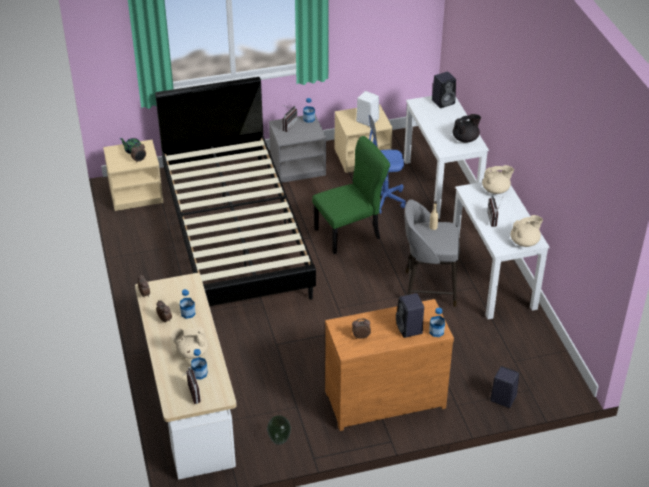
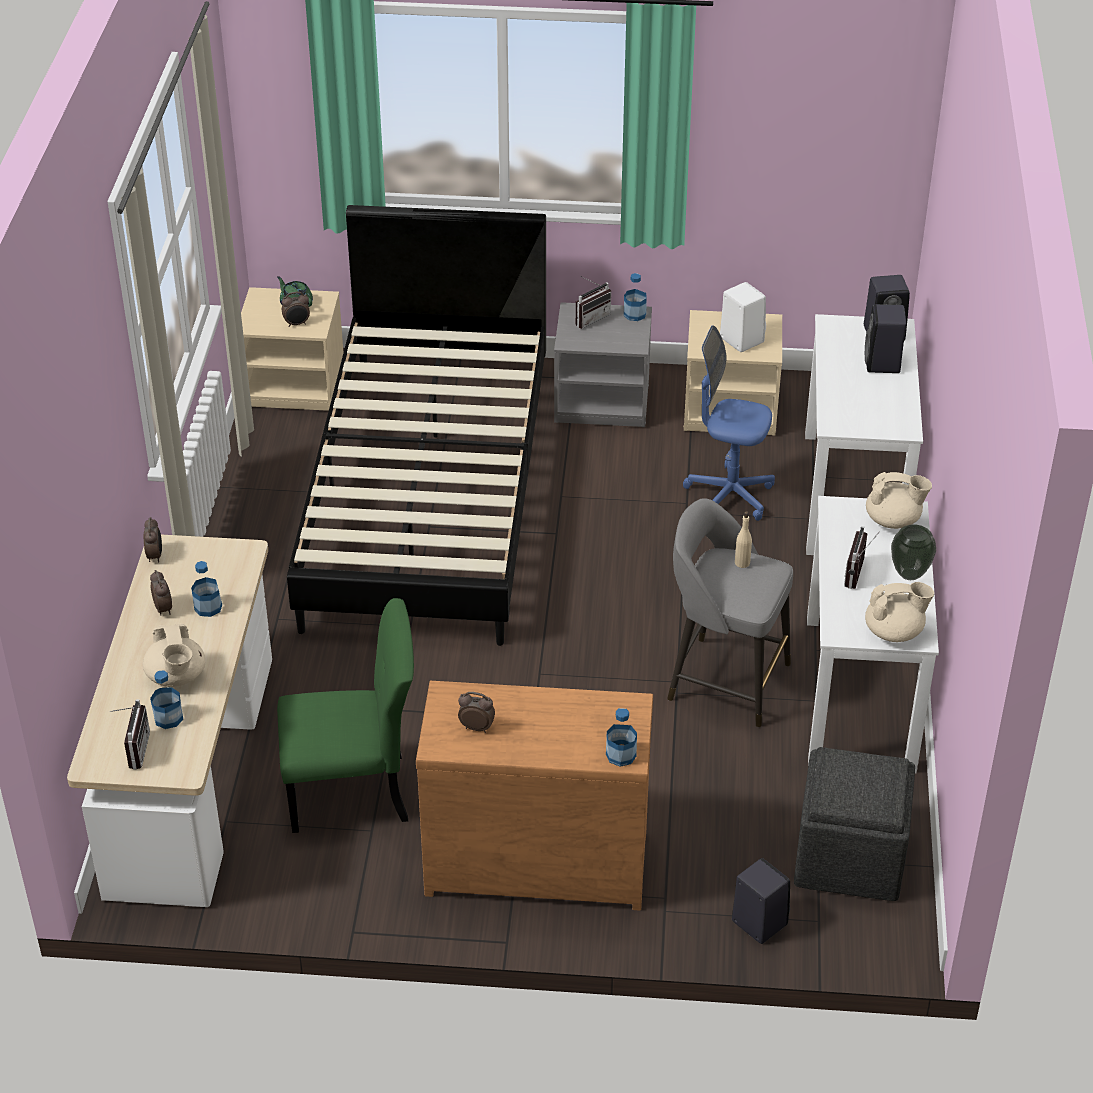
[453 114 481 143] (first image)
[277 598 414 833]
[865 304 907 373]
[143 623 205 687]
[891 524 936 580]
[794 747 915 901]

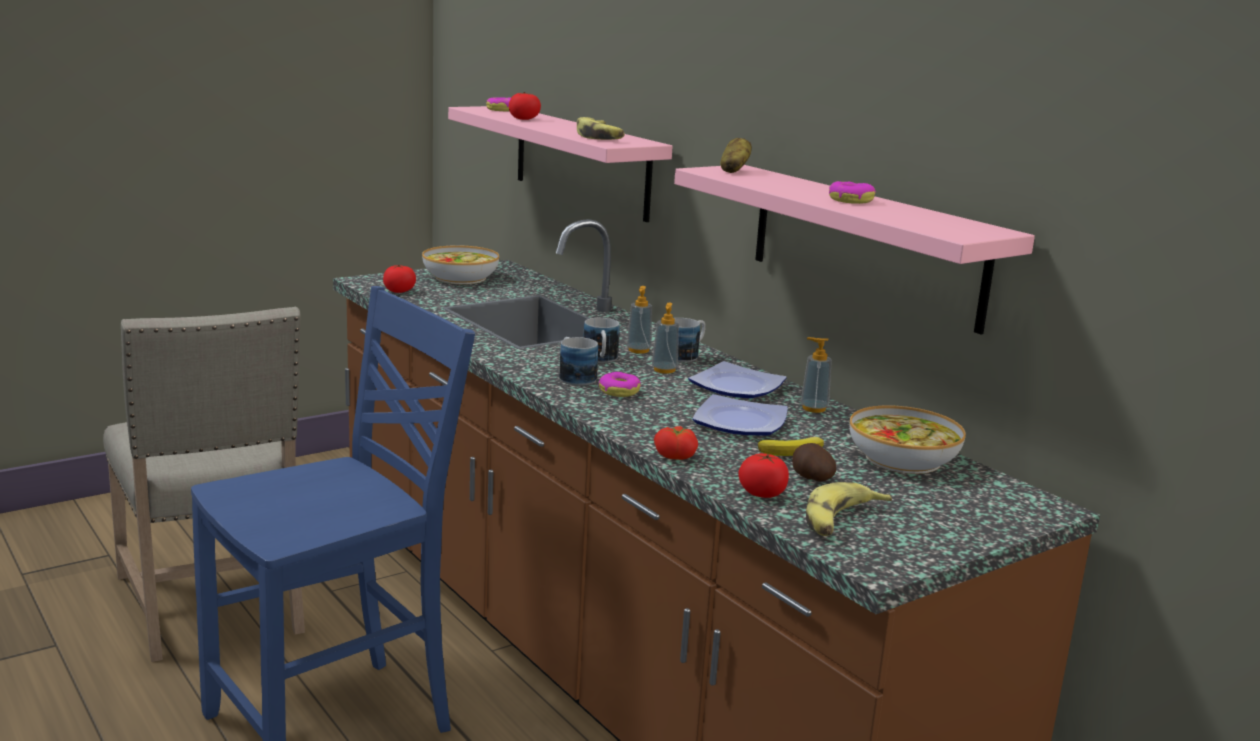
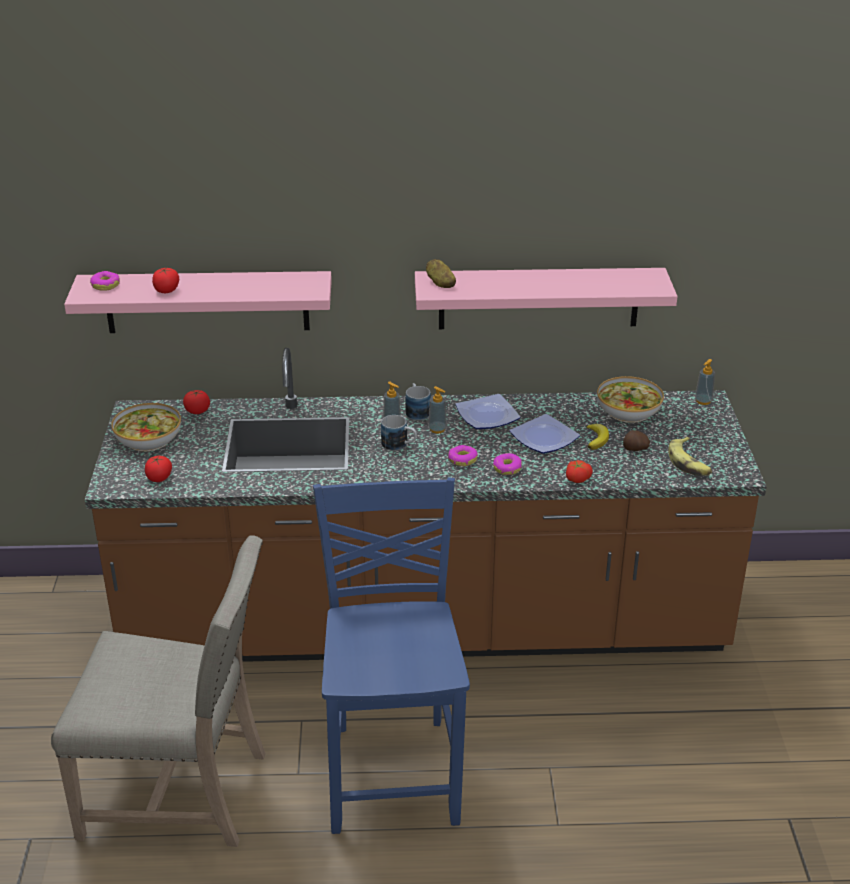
[577 117 625 140] (first image)
[493 453 522 475]
[559 337 598 386] (first image)
[695 359 715 405]
[183 390 210 414]

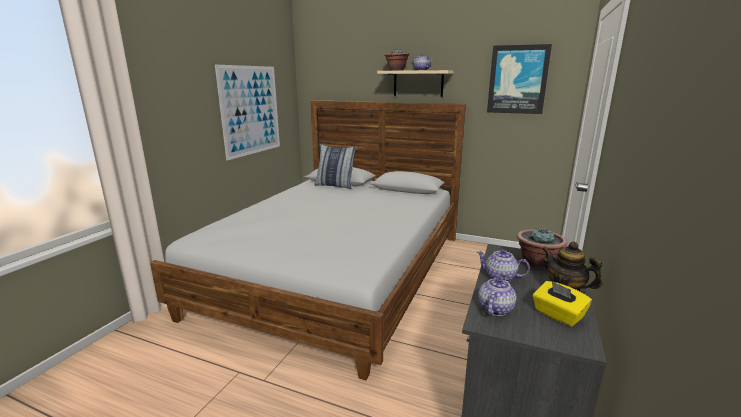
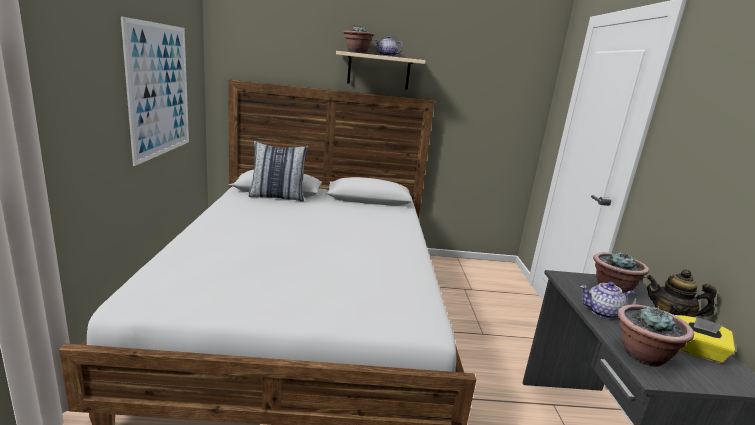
[487 44 552 114] (first image)
[618 304 694 367]

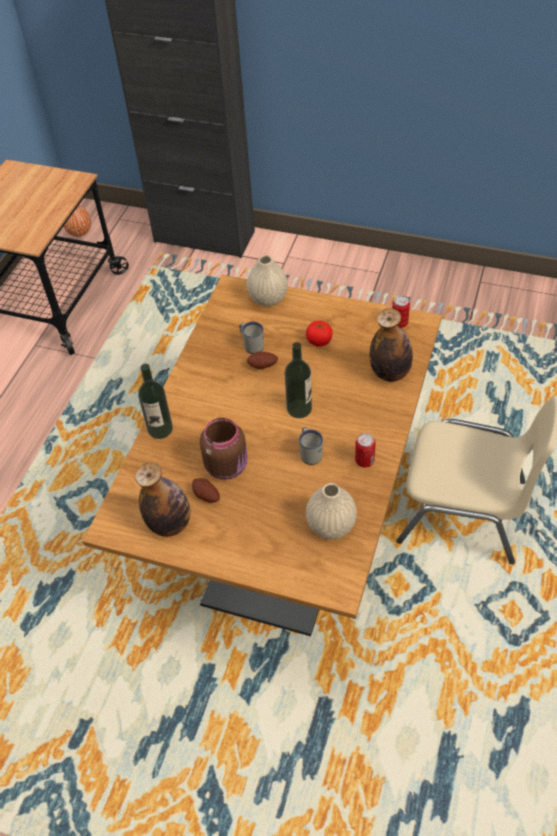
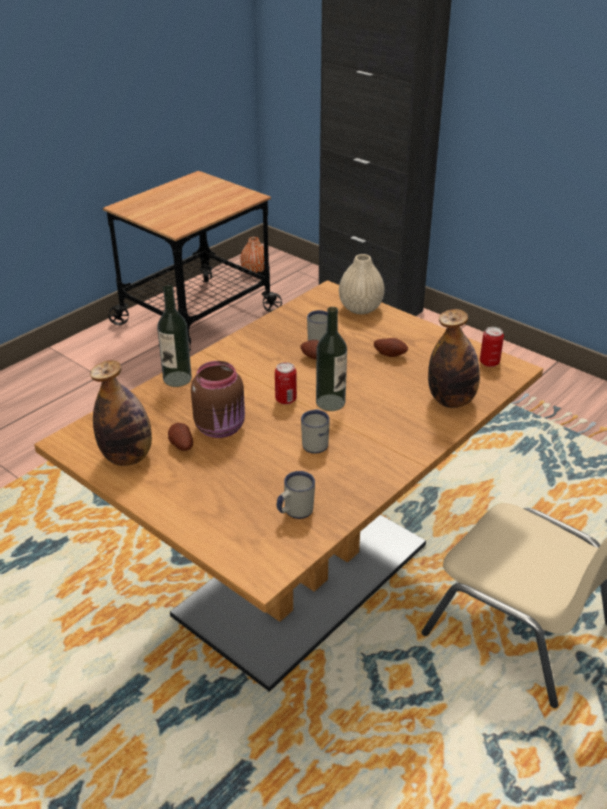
[374 338 408 357]
[275 362 297 405]
[277 471 315 519]

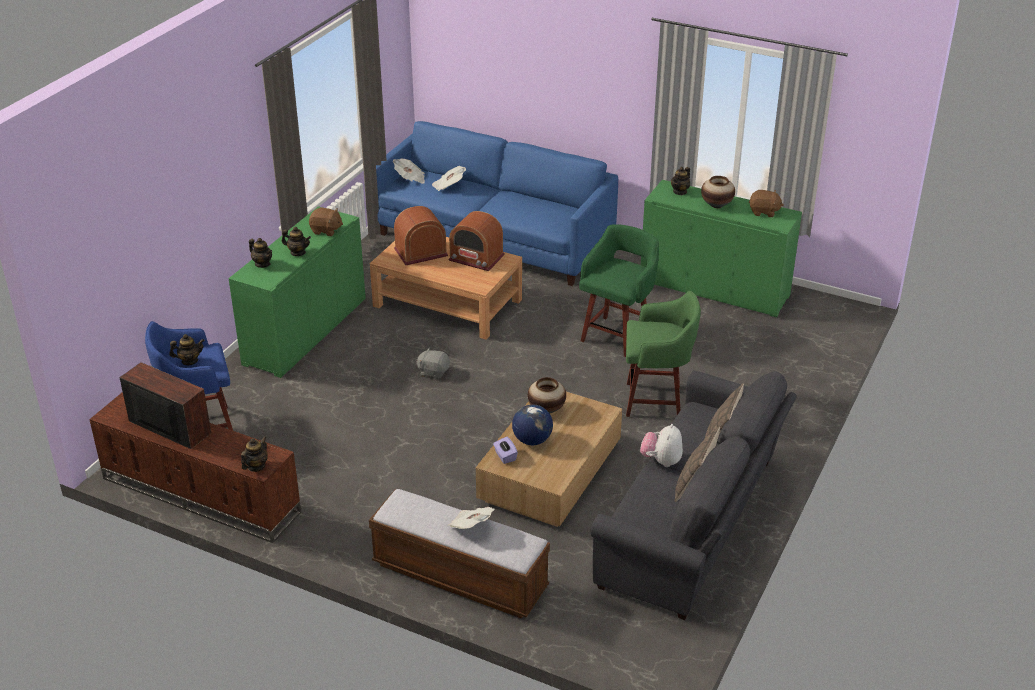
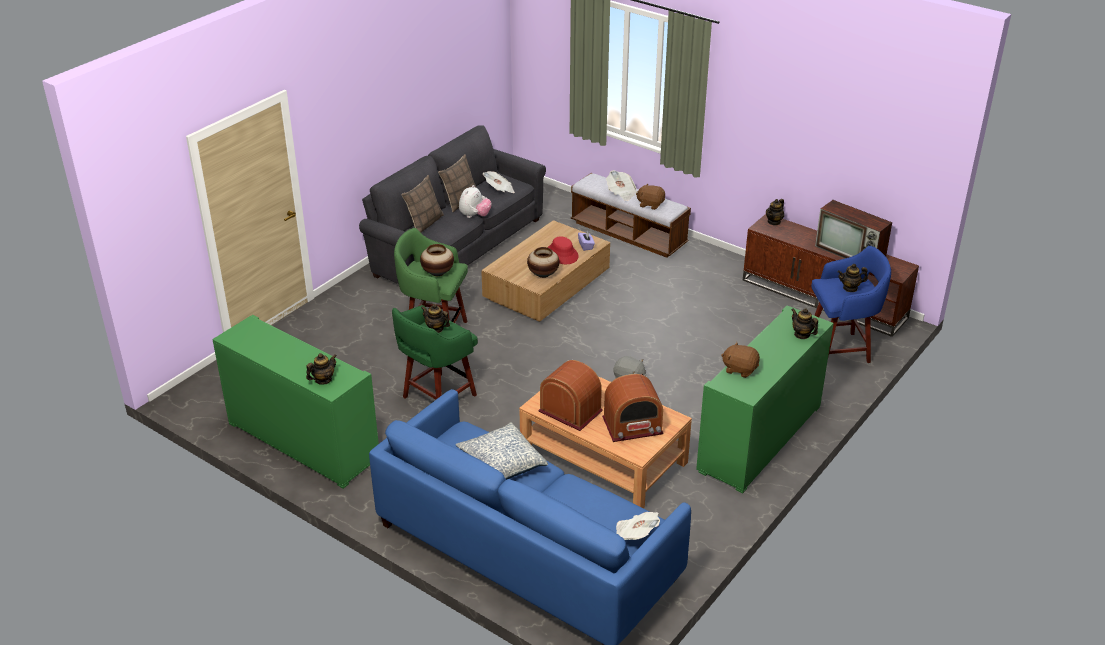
[483 171 515 193]
[420 244 454 276]
[636 183 665 210]
[421 304 450 333]
[547 236 579 264]
[455 422 548 480]

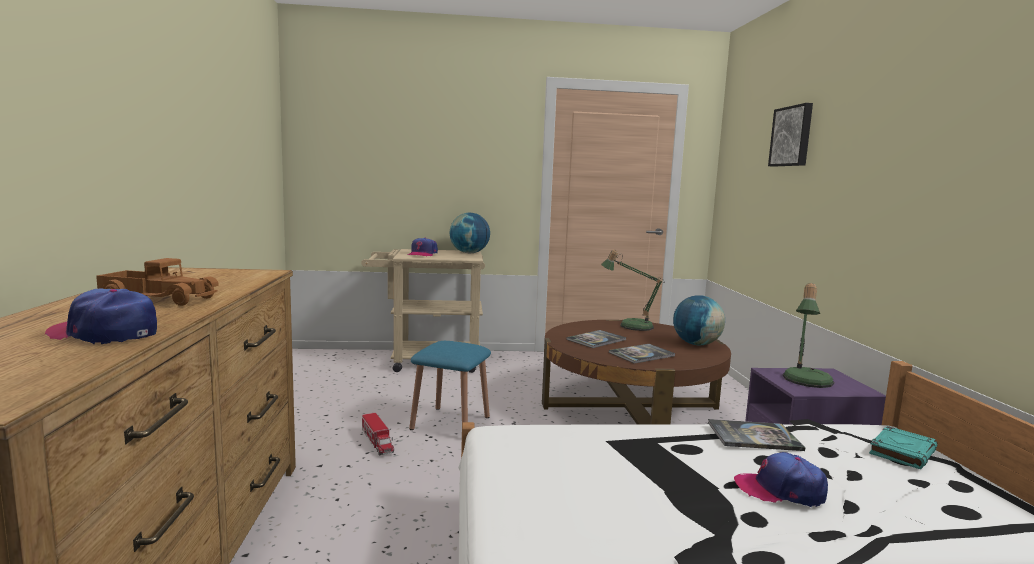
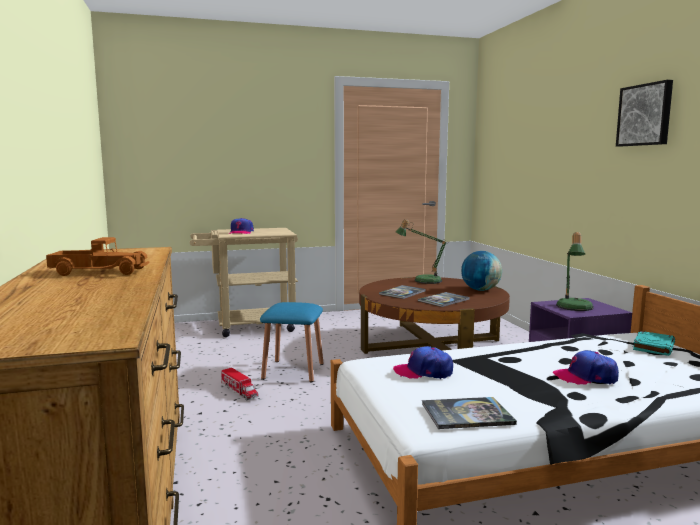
[616 80 673 146]
[450 213 490 253] (first image)
[393 346 453 379]
[422 397 517 429]

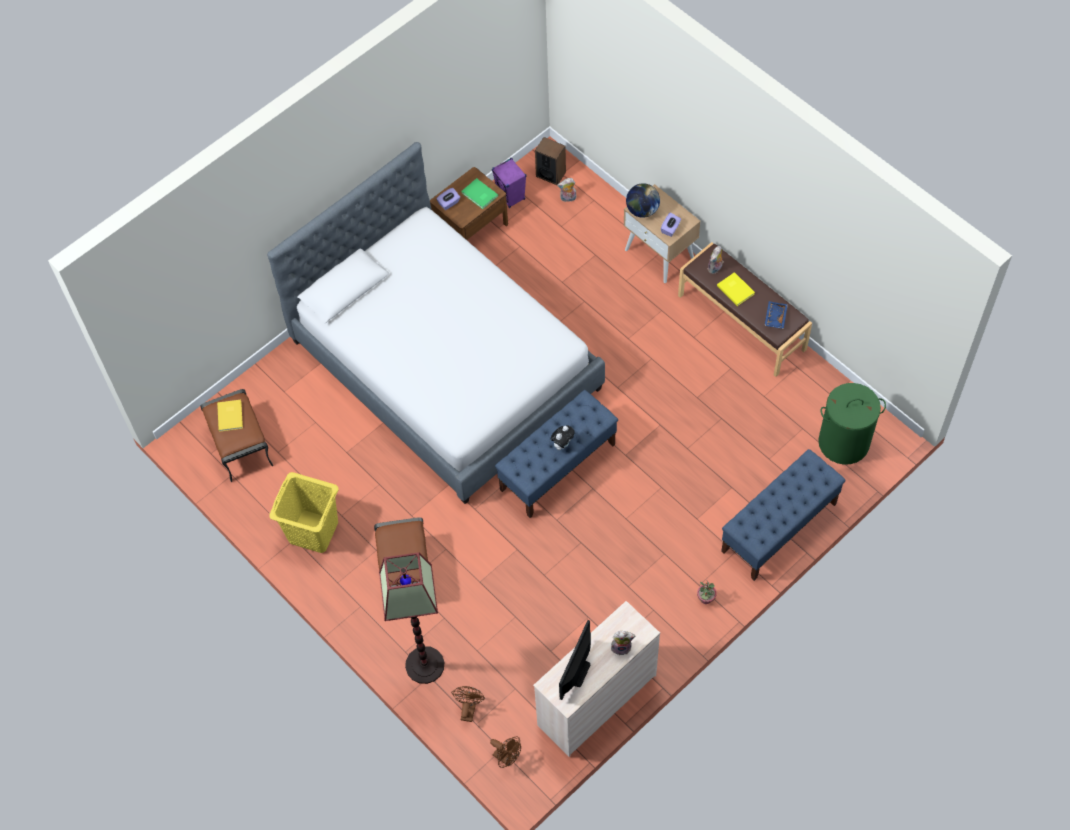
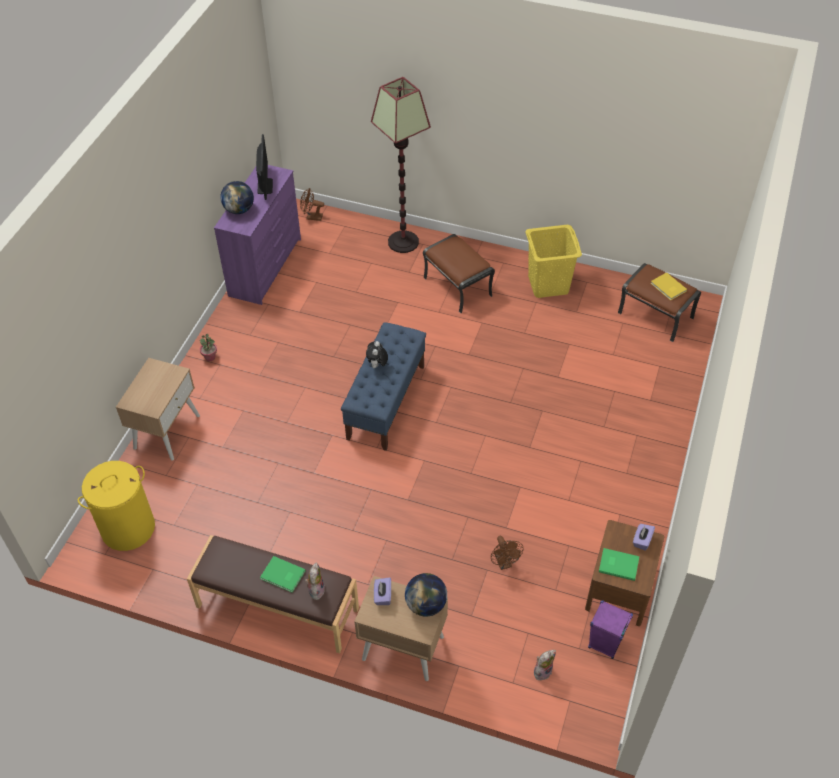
[535 137 566 185] (first image)
[267 142 605 504] (first image)
[260 556 306 593]
[764 301 788 329] (first image)
[78 461 155 551]
[116 358 200 461]
[214 165 301 305]
[220 181 254 214]
[491 536 524 570]

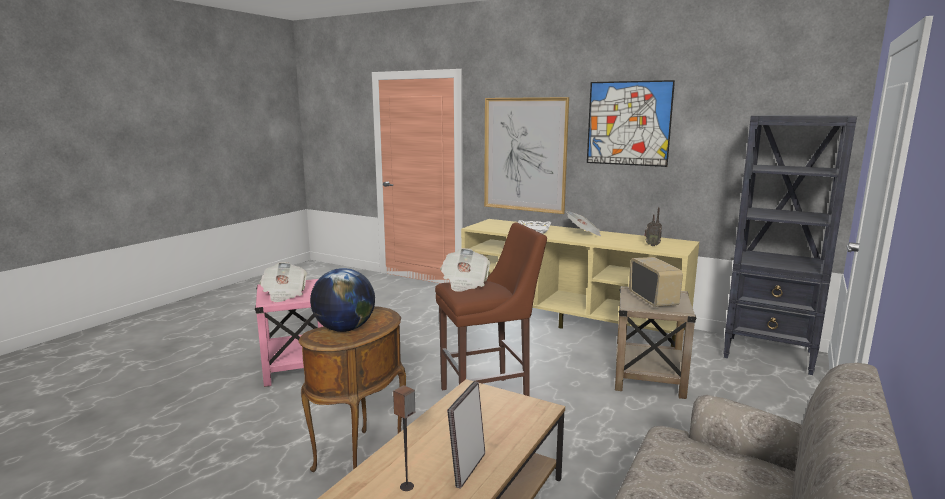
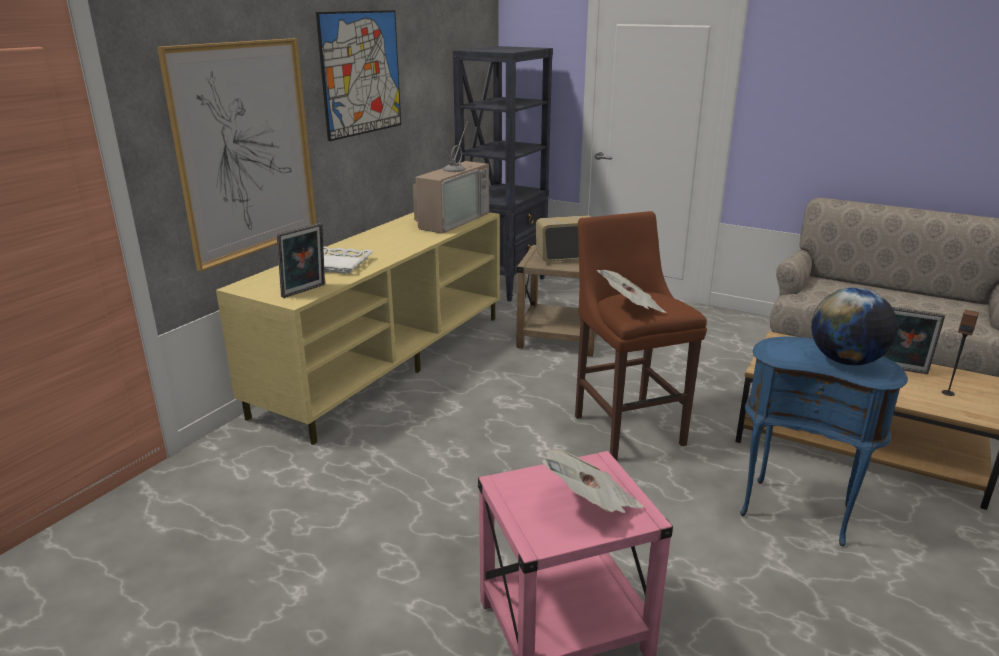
[413 121 489 234]
[566 211 601 236] (first image)
[740 337 908 546]
[277 223 325 298]

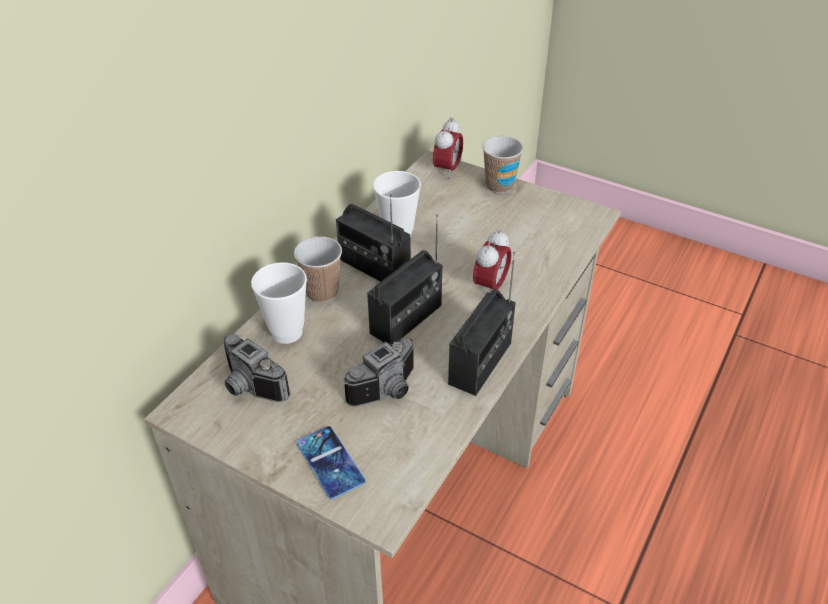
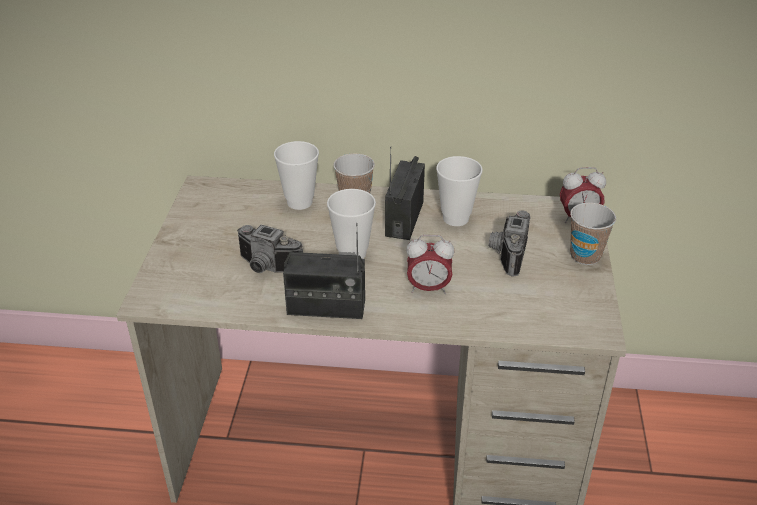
[327 189 376 259]
[489 210 530 276]
[296 426 366 499] (first image)

